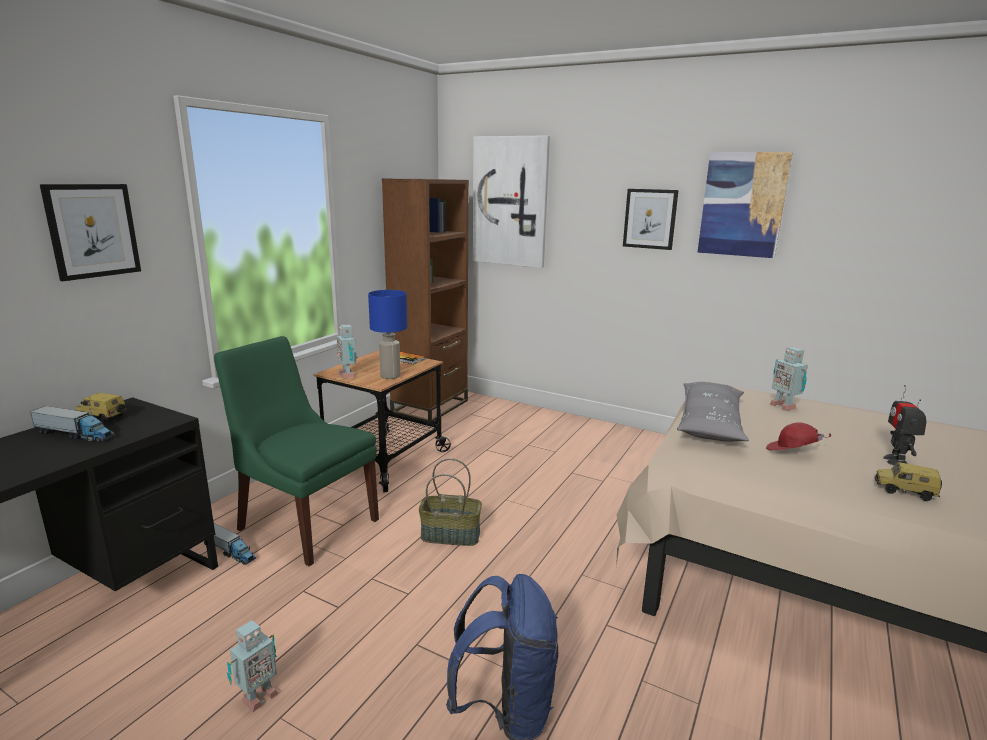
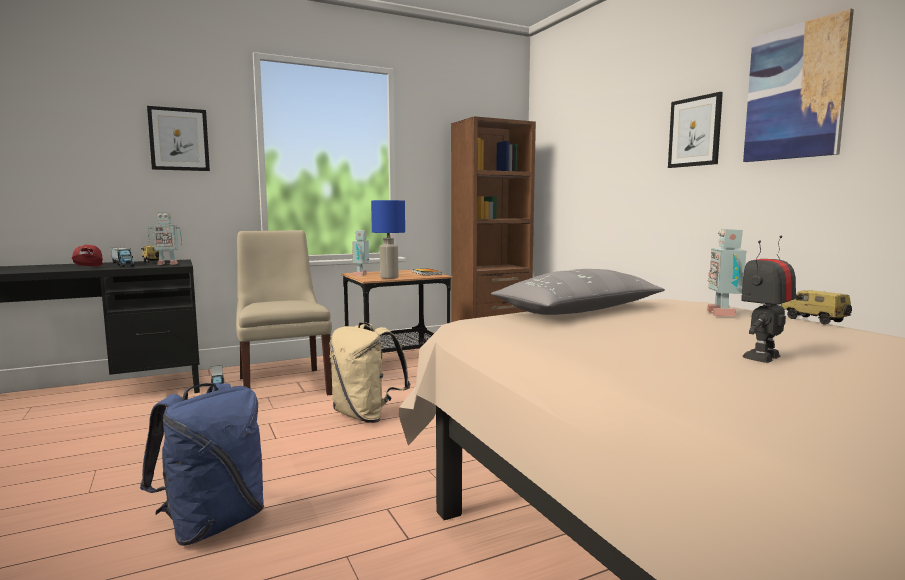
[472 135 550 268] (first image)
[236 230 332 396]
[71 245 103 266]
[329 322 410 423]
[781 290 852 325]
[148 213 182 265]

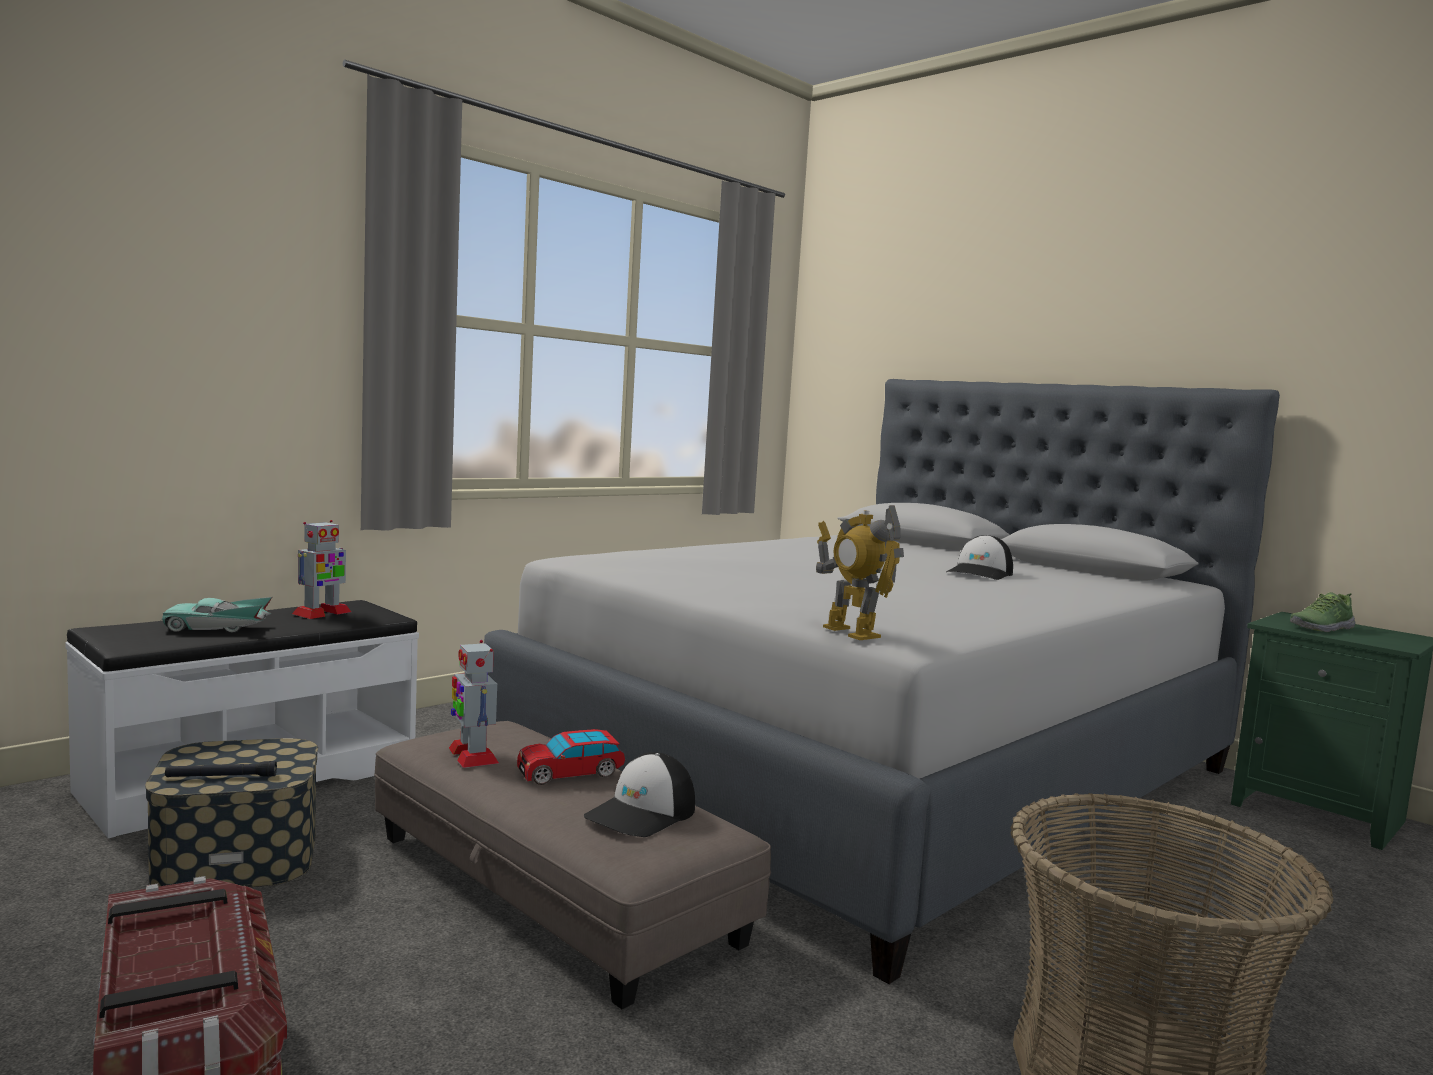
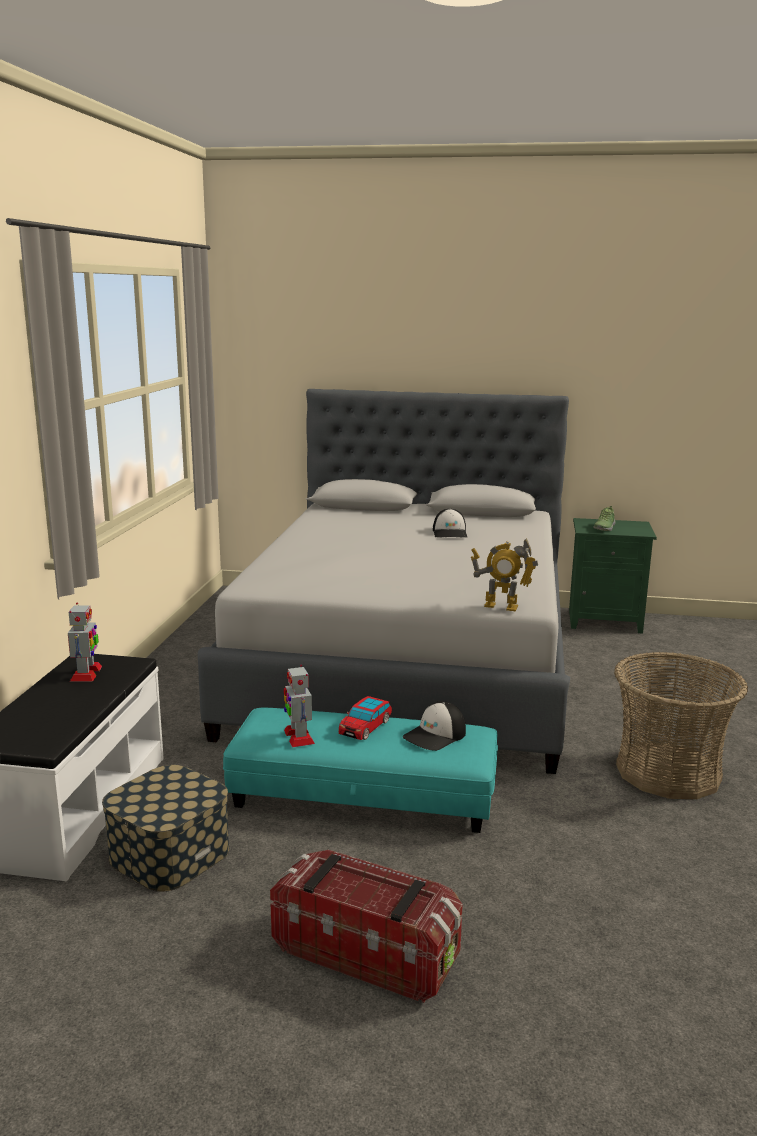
[162 597 272 633] (first image)
[284 665 315 747]
[223 708 498 833]
[403 701 466 751]
[165 761 277 777] (first image)

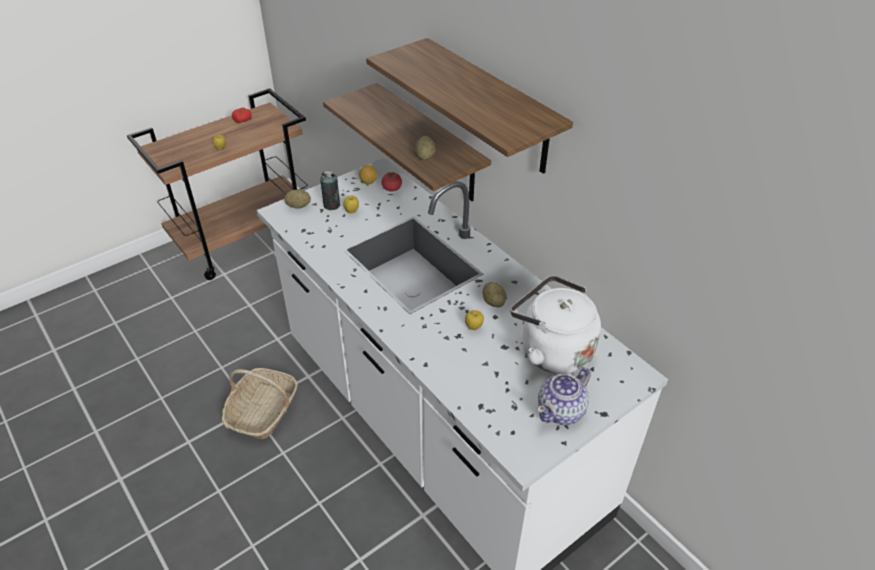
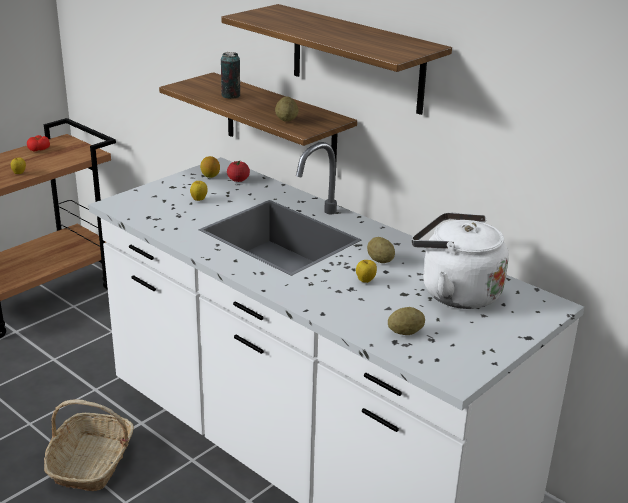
[221 52 240 99]
[388 307 425 335]
[537 368 591 425] (first image)

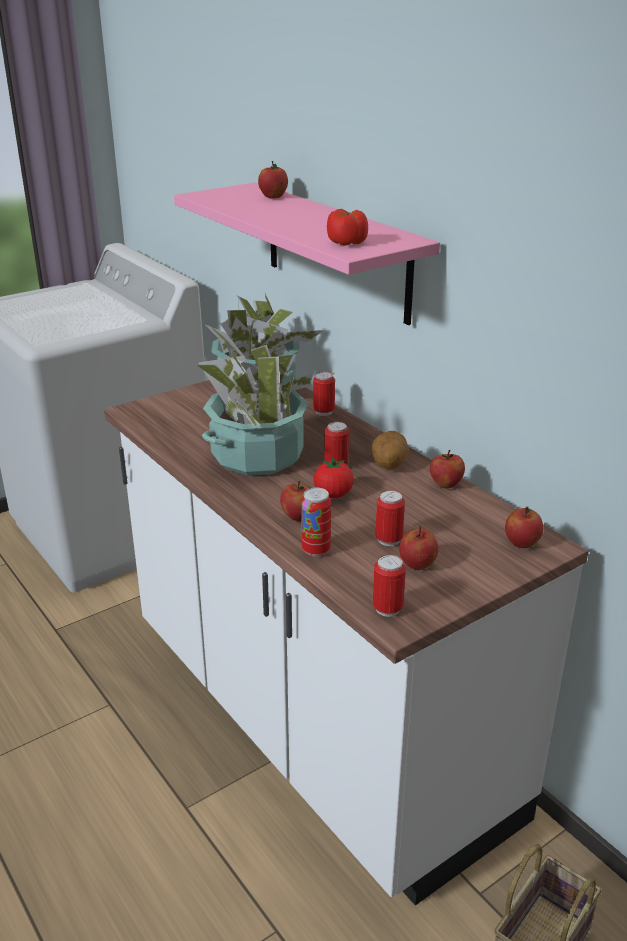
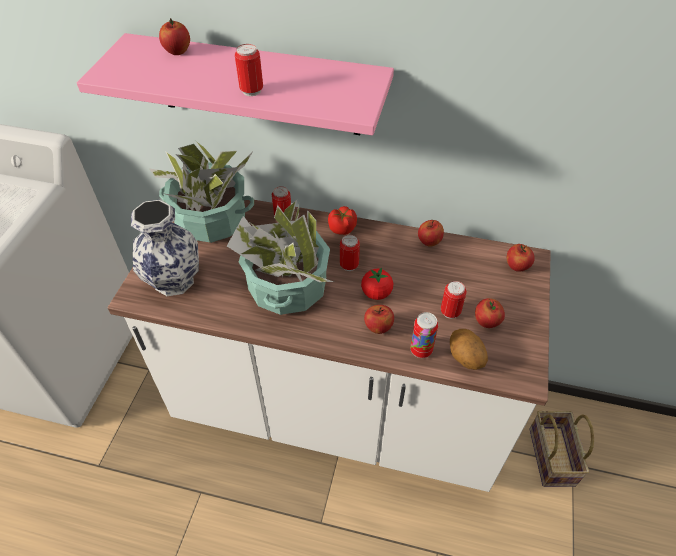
[328 206 357 235]
[450 329 488 370]
[235 44 263 96]
[131 200 199 296]

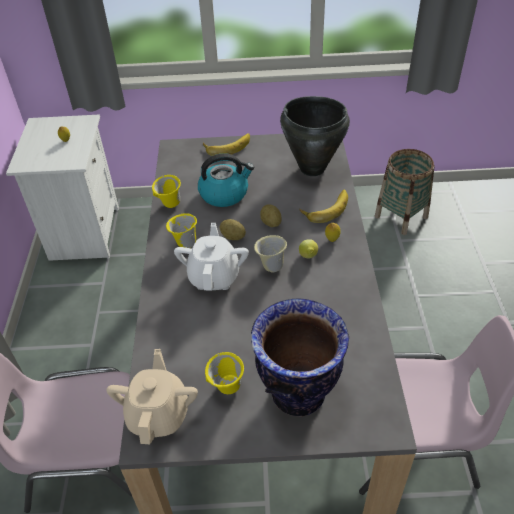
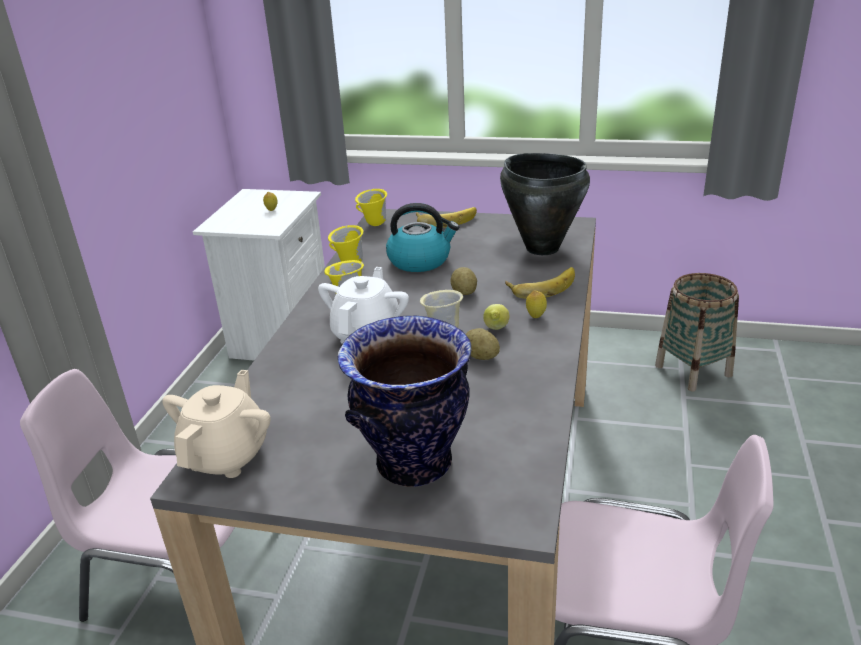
[466 328 500 360]
[355 189 387 226]

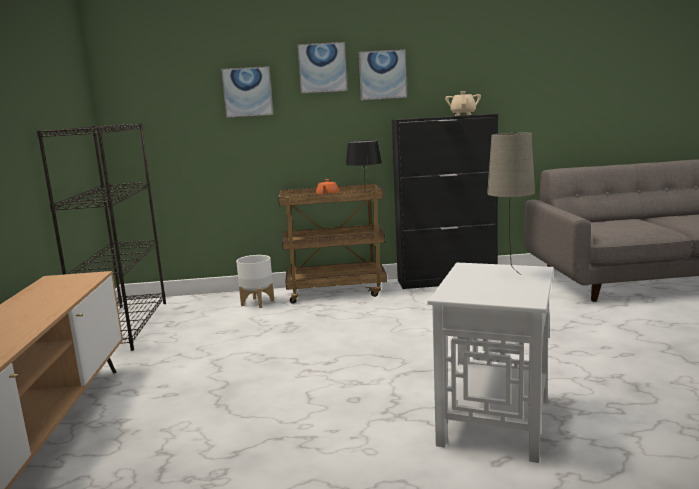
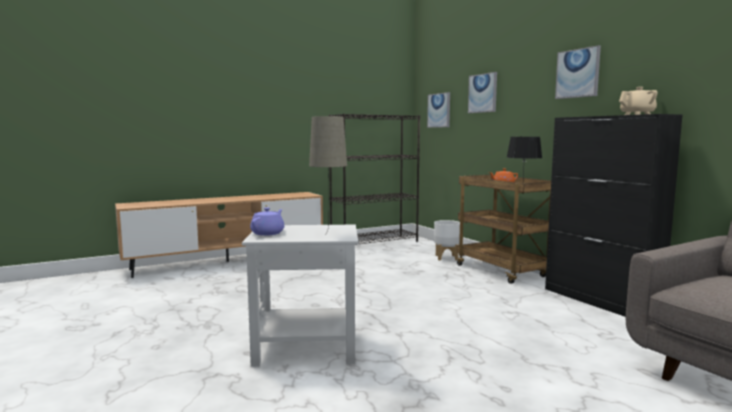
[427 92 450 128]
[250 207 284 235]

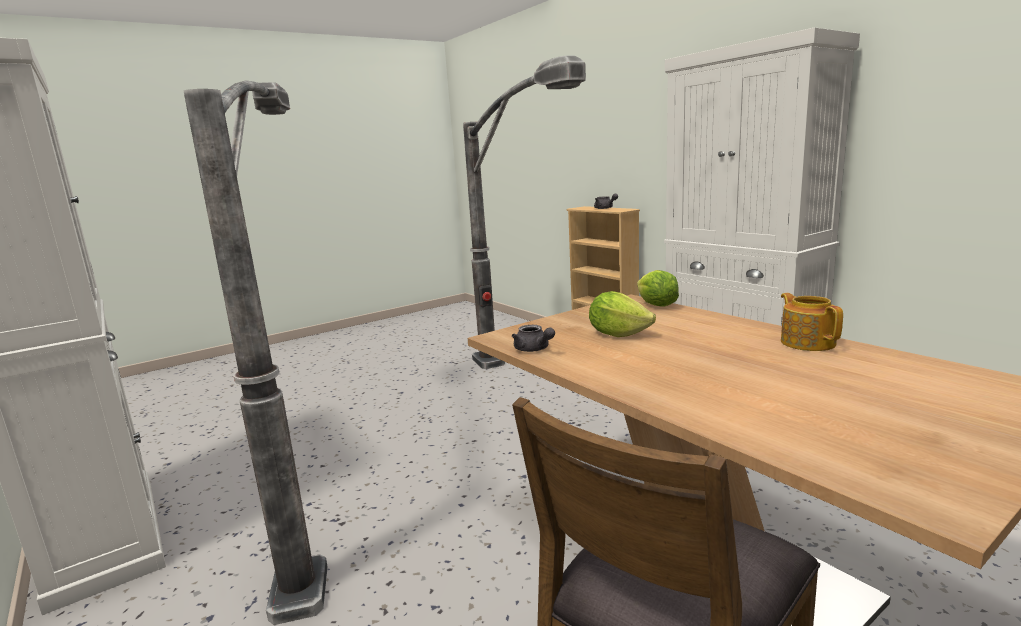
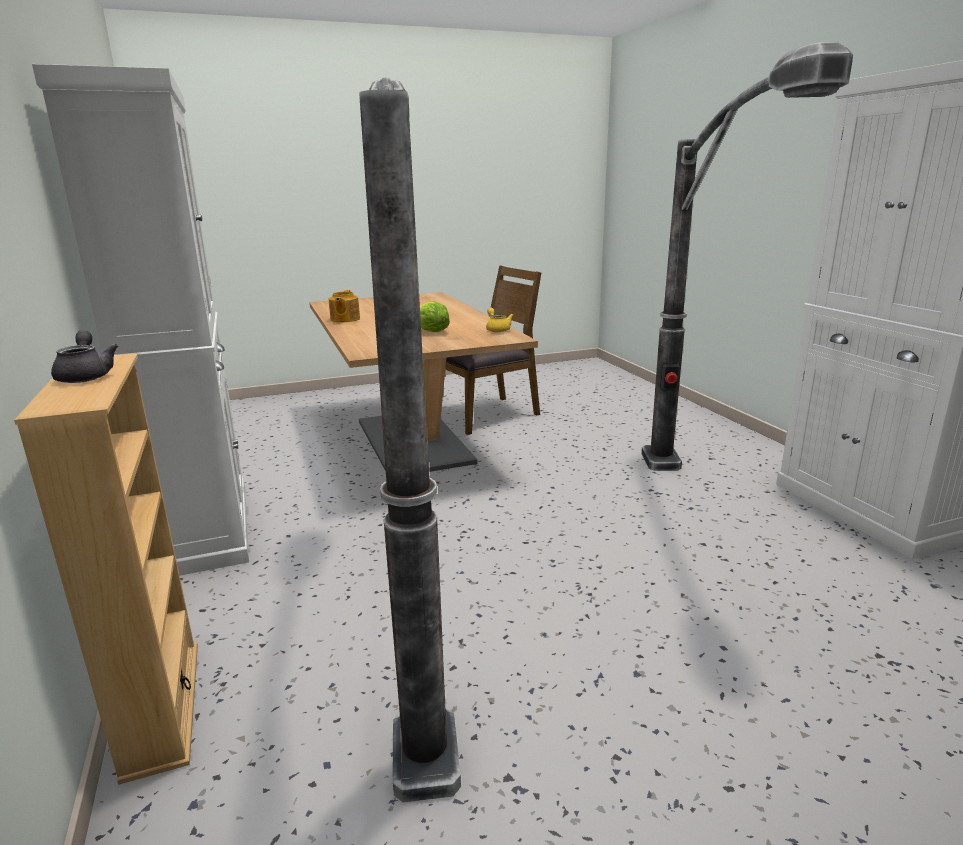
[637 270 679 306] (first image)
[486 308 513 332]

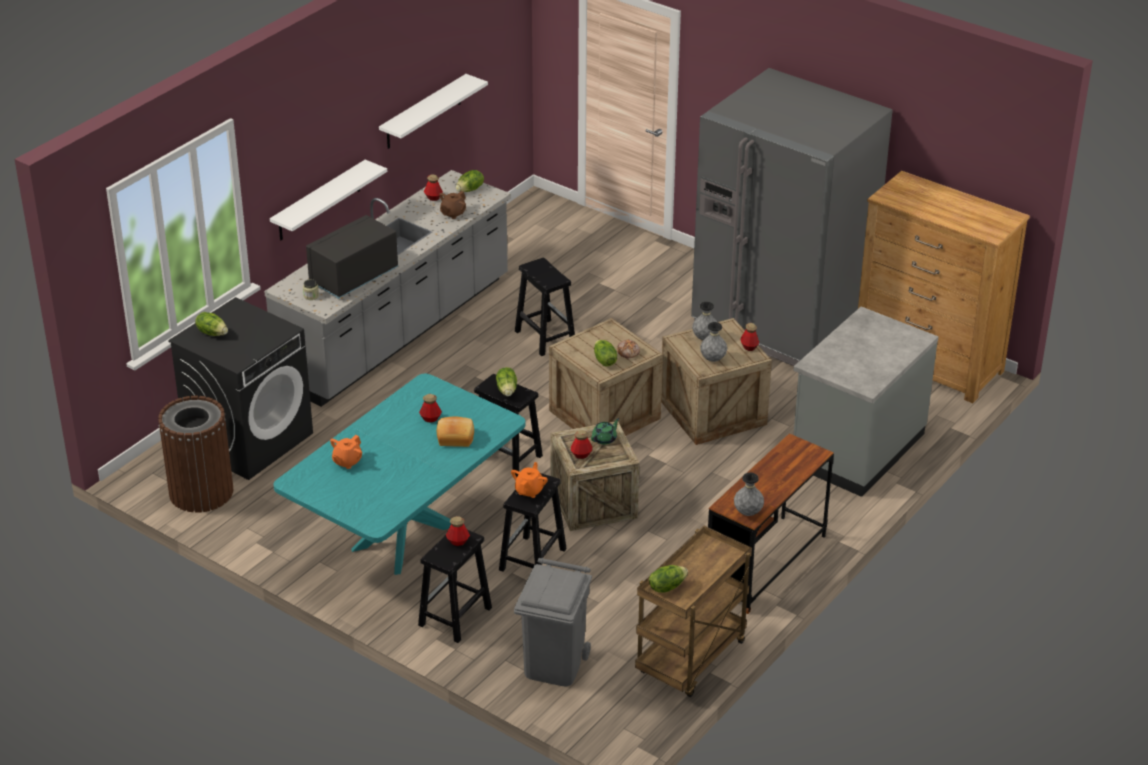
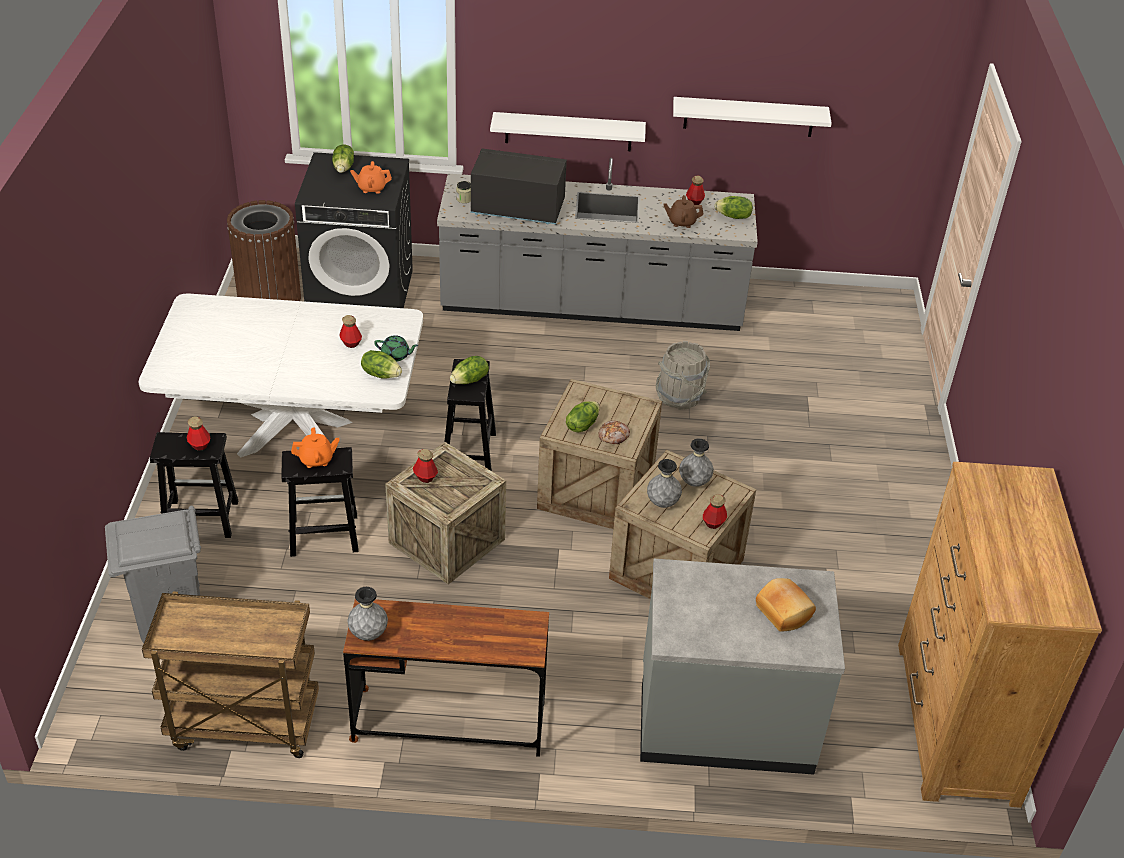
[691 68 893 366] (first image)
[656 341 710 410]
[138 294 423 457]
[756 578 816 632]
[374 336 418 362]
[350 161 392 194]
[361 350 402 379]

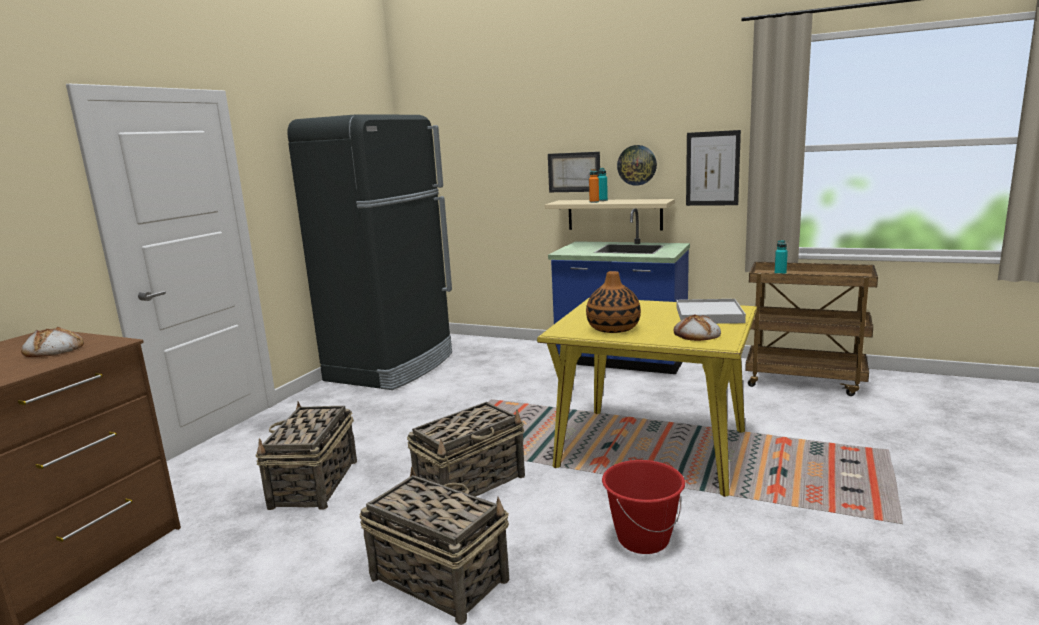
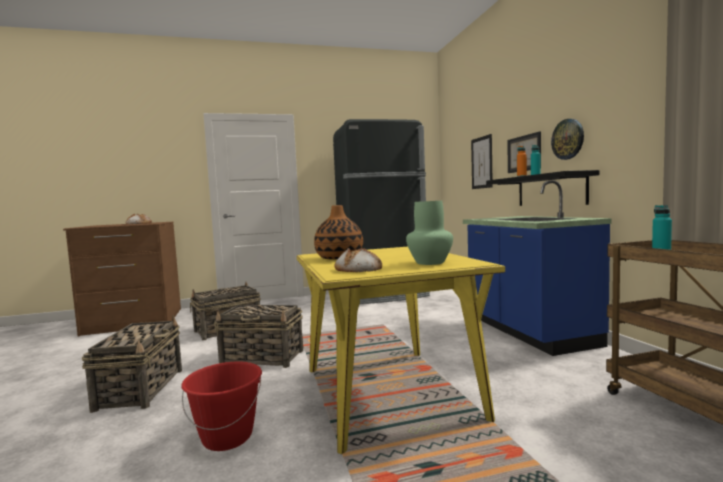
[471 134 493 189]
[486 170 599 206]
[406 201 453 265]

